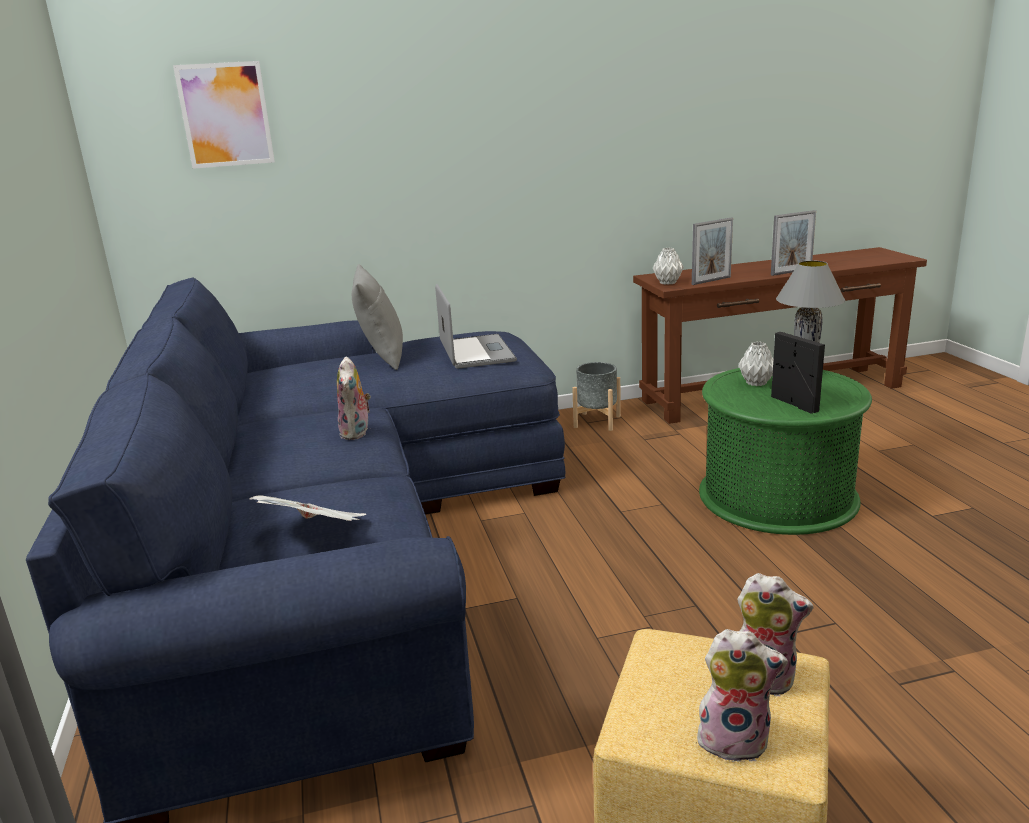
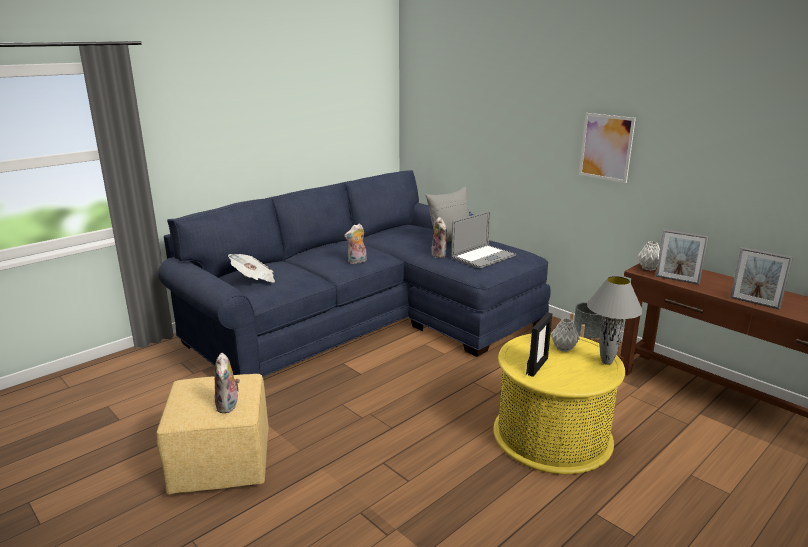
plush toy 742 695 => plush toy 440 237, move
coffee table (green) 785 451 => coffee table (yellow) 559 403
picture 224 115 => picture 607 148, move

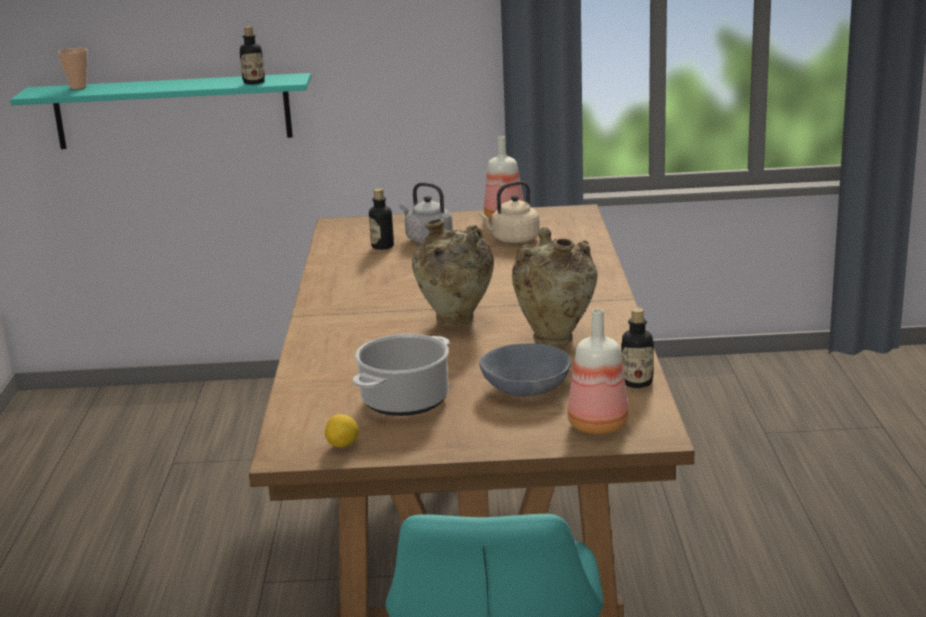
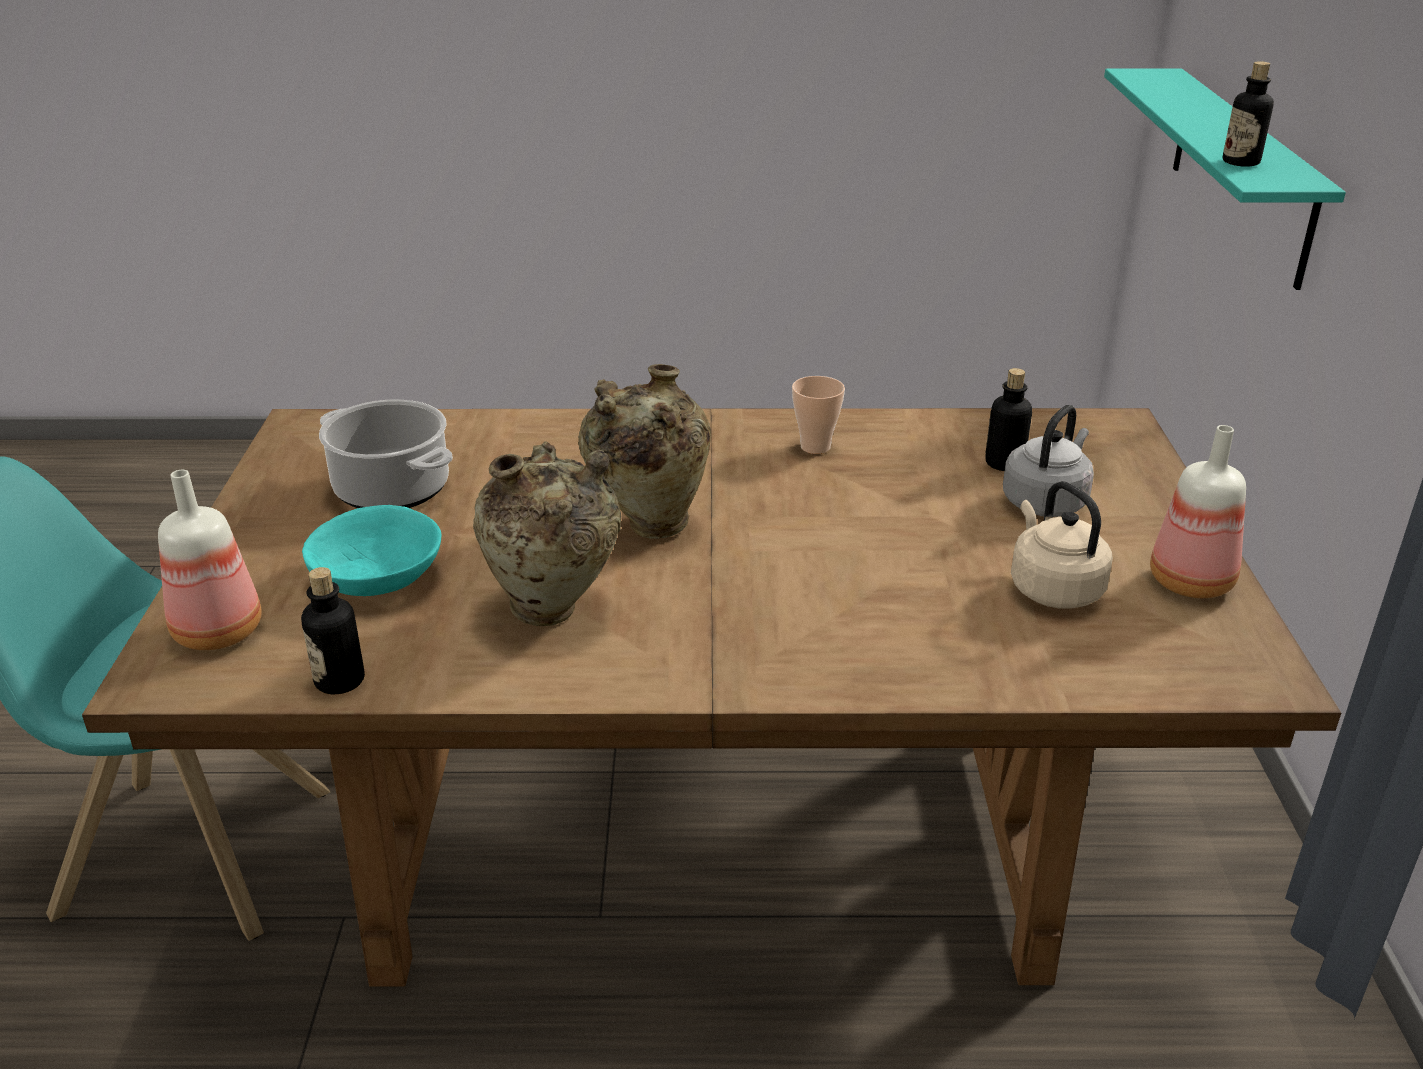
bowl (grey) 525 370 => bowl (turquoise) 371 550
cup 73 68 => cup 818 415, move
lemon 342 431 => nothing

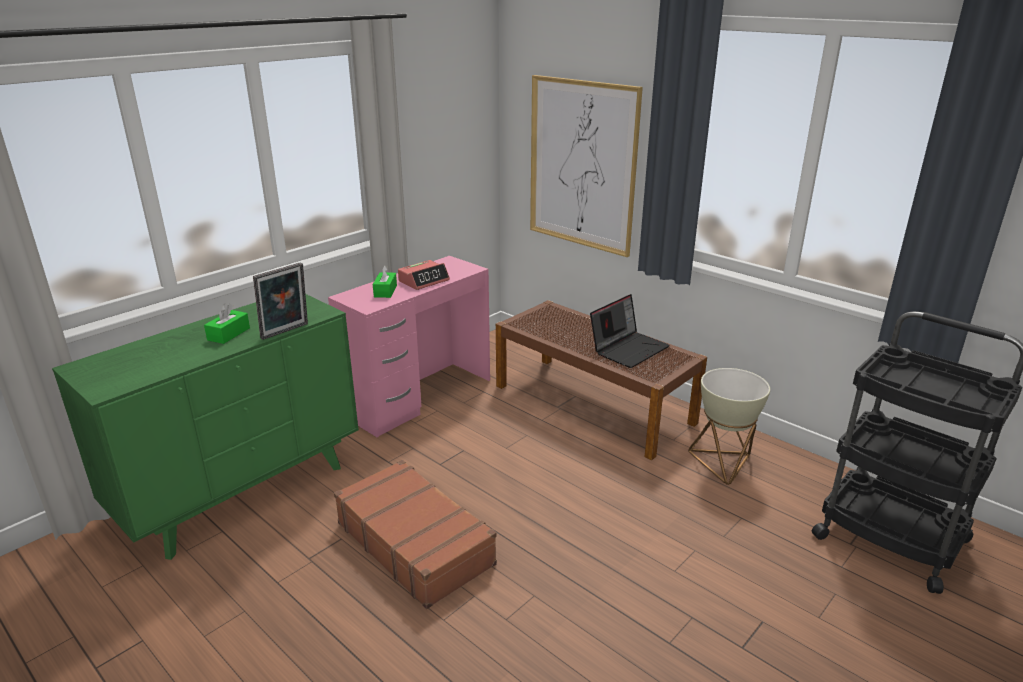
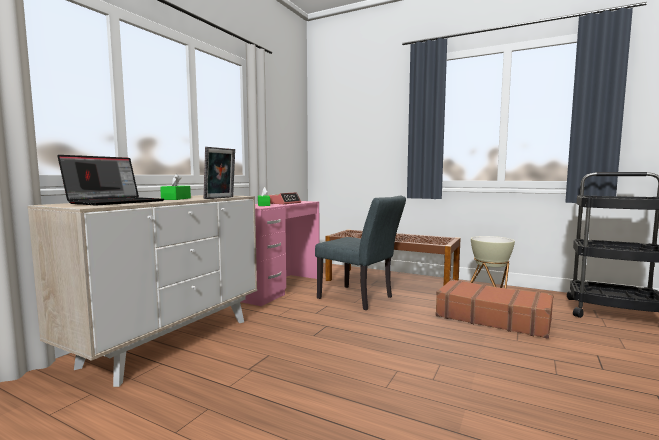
dresser (green) 205 427 => dresser (white) 142 291
laptop 630 331 => laptop 110 180, move
nothing => chair (grey) 360 253
suitcase (brown) 415 534 => suitcase (brown) 494 309, move
picture 586 166 => nothing

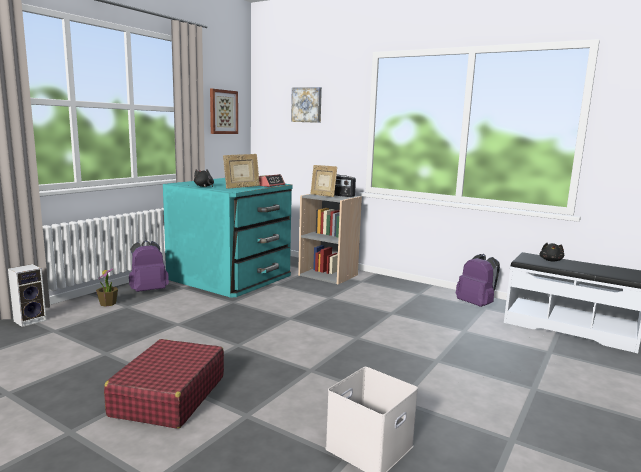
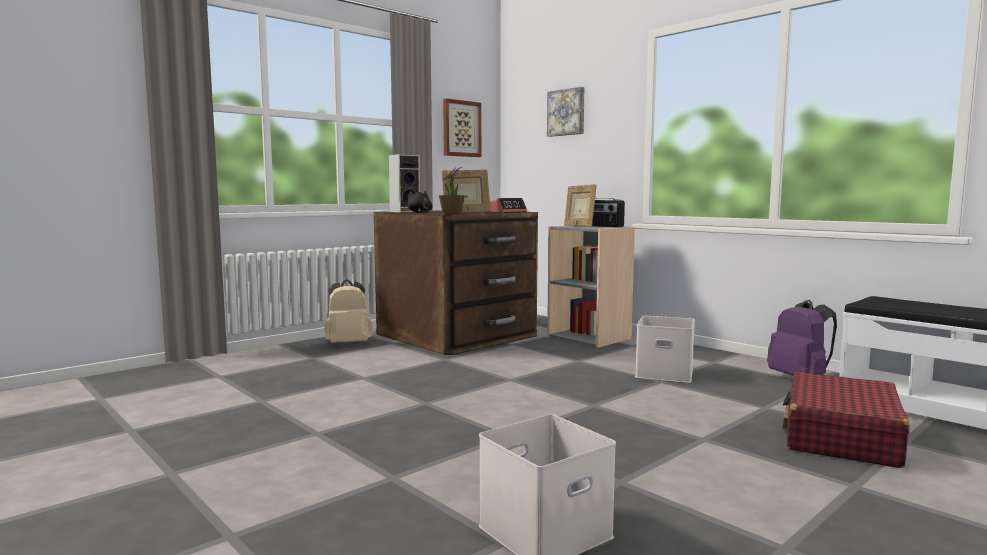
backpack (purple) 149 266 => backpack (beige) 348 311
dresser (turquoise) 228 238 => dresser (brown) 456 282
speaker 27 295 => speaker 404 183, move
potted plant 107 287 => potted plant 452 190, move
nothing => storage box (white) 665 349
suitcase (red) 164 384 => suitcase (red) 845 420, move
plush toy (black) 552 251 => nothing

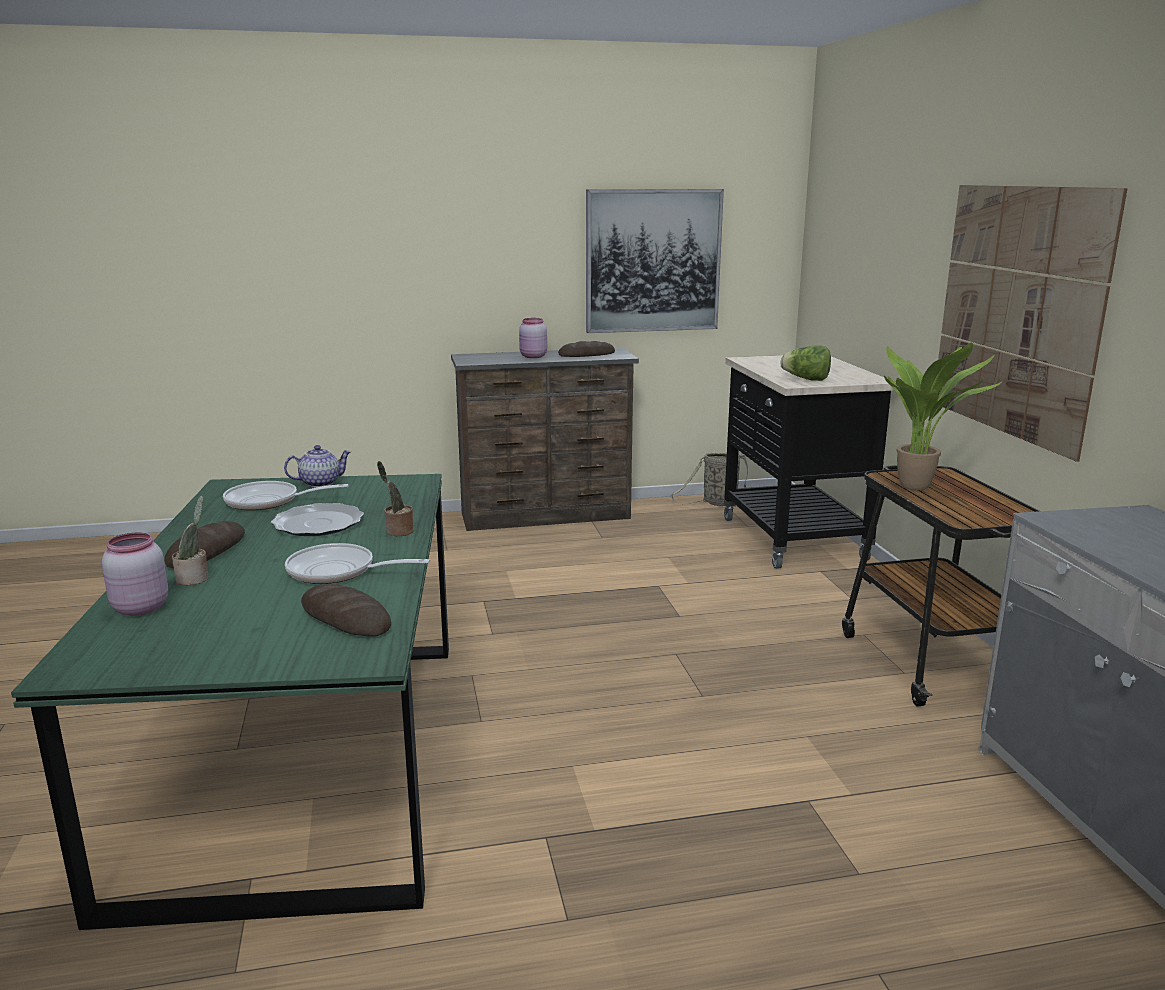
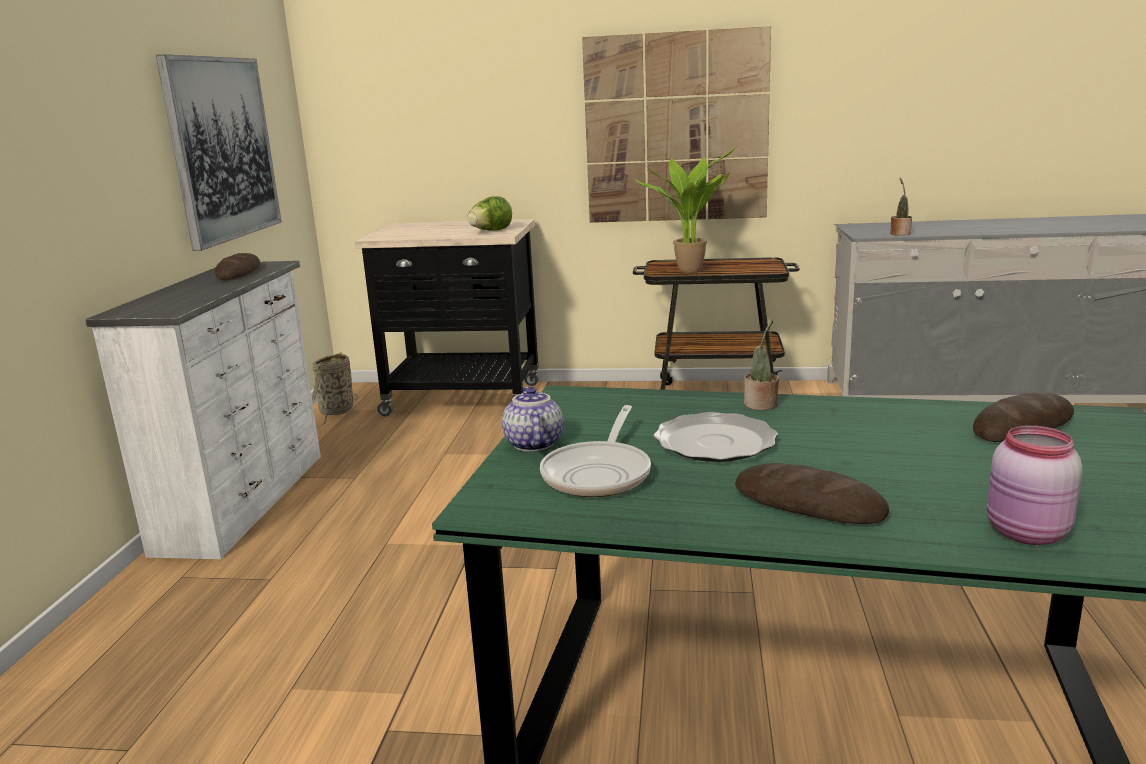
dresser (brown) 545 439 => dresser (white) 203 410
potted plant 190 540 => potted plant 901 207, move
frying pan 358 563 => nothing
jar (pink) 533 338 => nothing

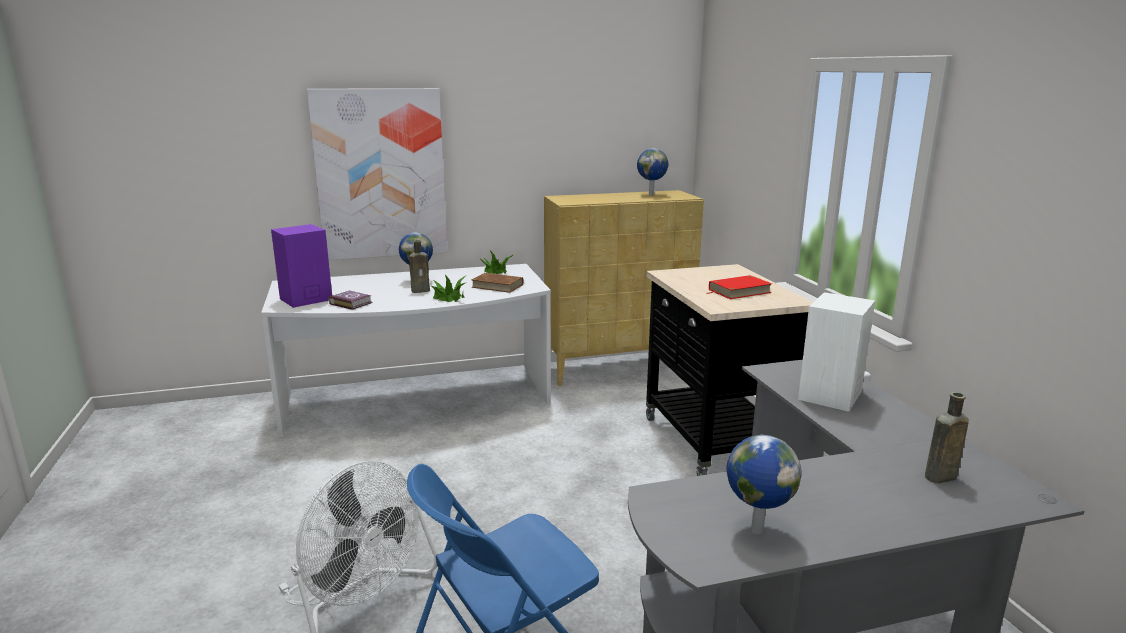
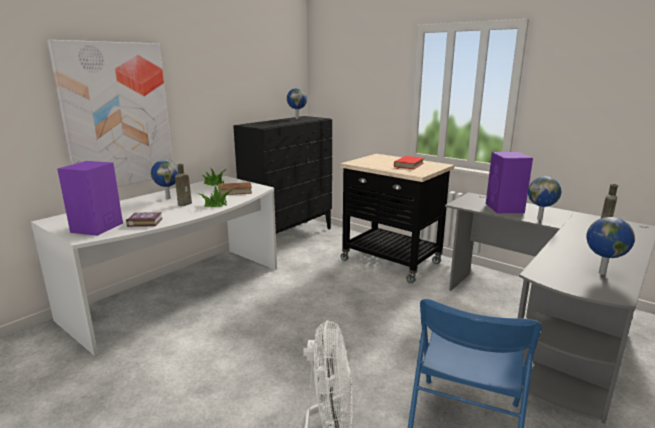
dresser (beige) 624 288 => dresser (black) 282 175
speaker (white) 836 352 => speaker (purple) 509 182
nothing => globe 544 198

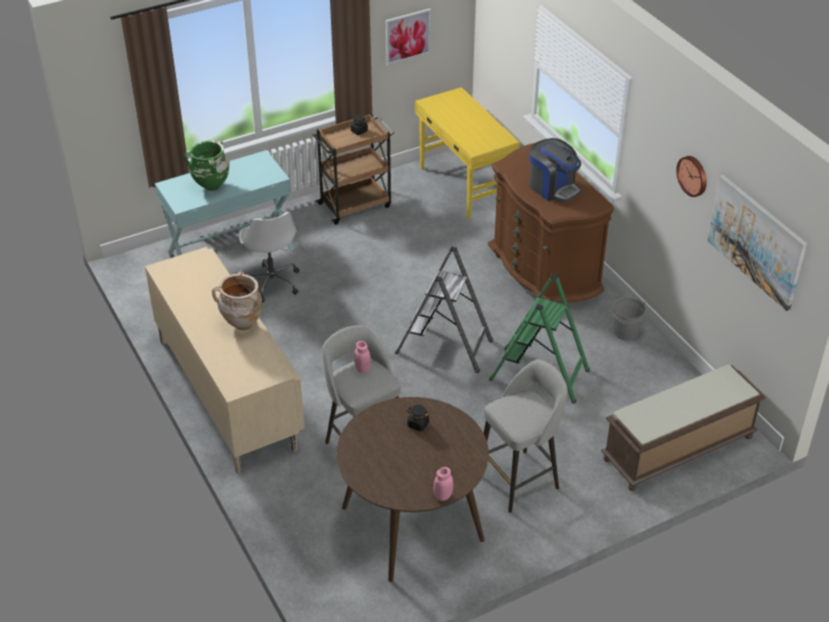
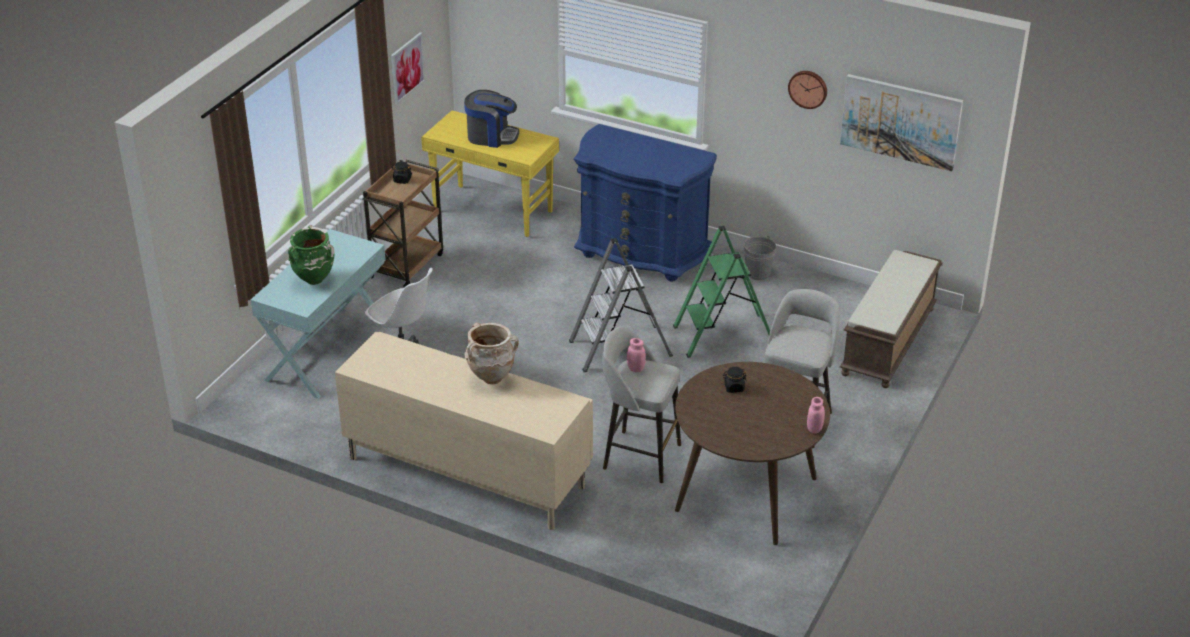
coffee machine 555 170 => coffee machine 491 119, move
dresser (brown) 551 223 => dresser (blue) 645 202

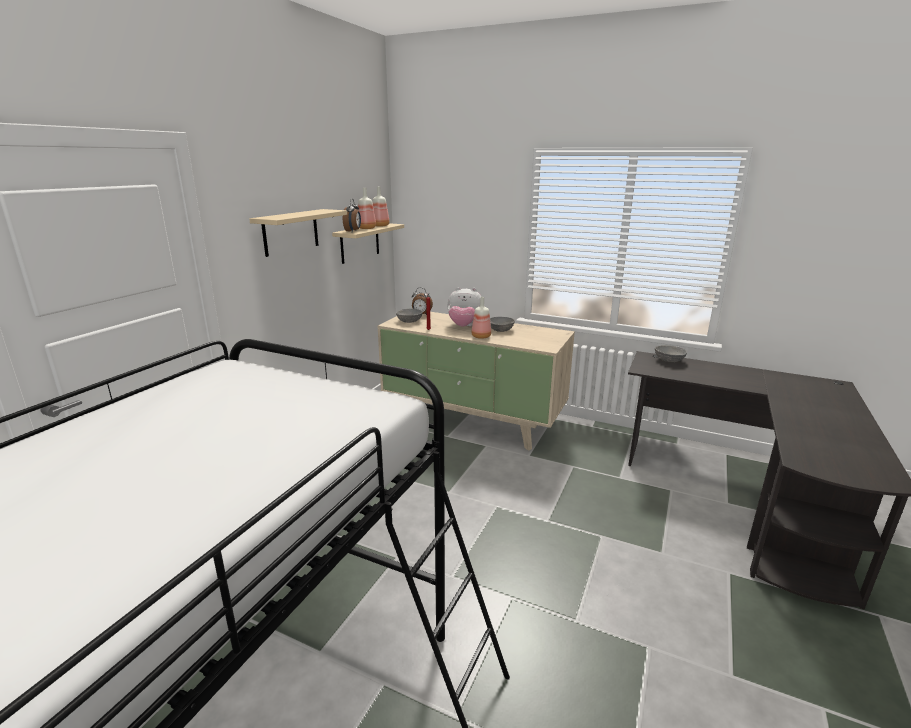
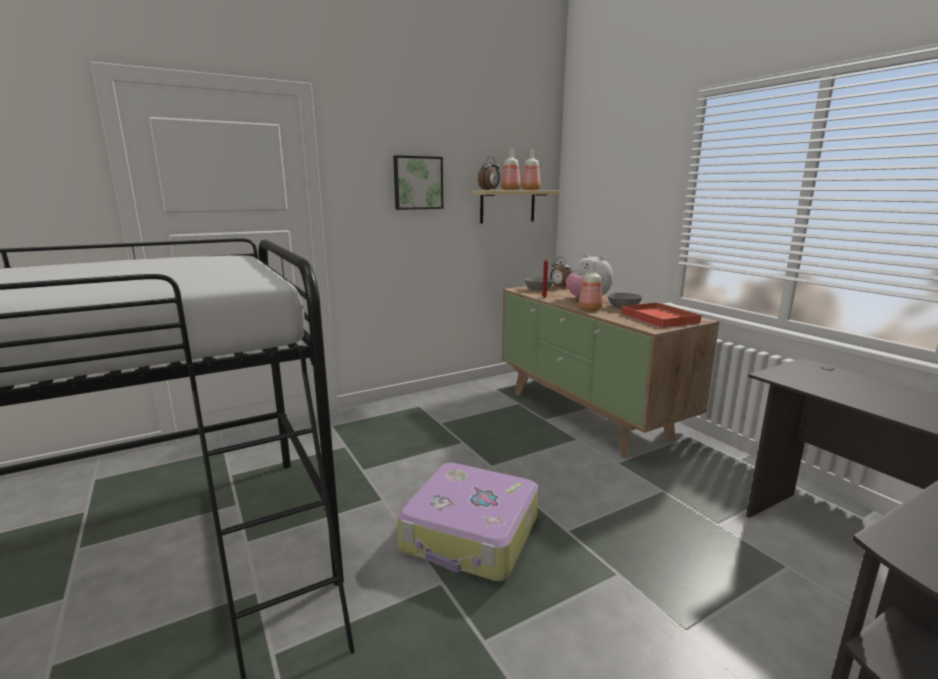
shelf (beige) 298 233 => picture 418 182
nothing => suitcase 468 521
dresser (beige) 476 381 => dresser (green) 611 371
nothing => tray (red) 662 315
bowl (grey) 671 353 => nothing

